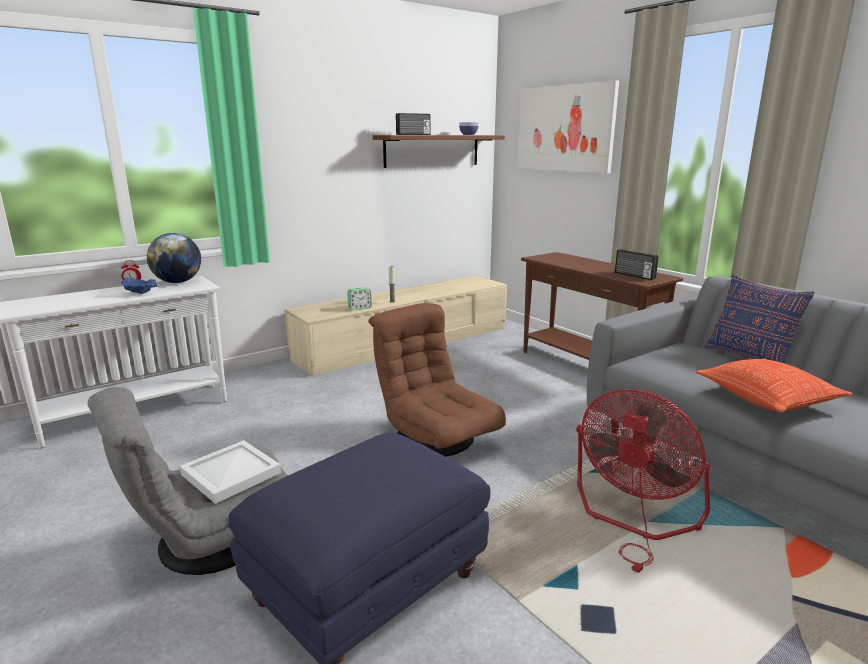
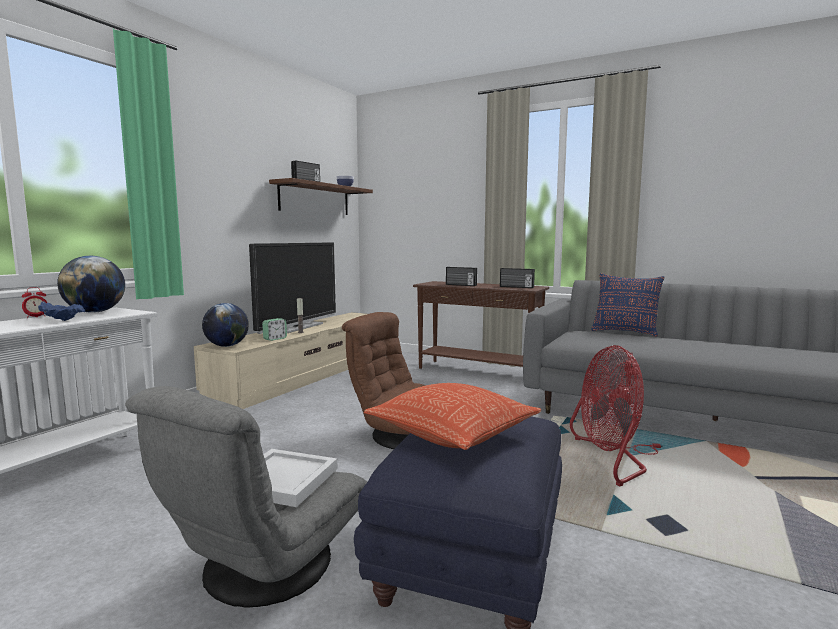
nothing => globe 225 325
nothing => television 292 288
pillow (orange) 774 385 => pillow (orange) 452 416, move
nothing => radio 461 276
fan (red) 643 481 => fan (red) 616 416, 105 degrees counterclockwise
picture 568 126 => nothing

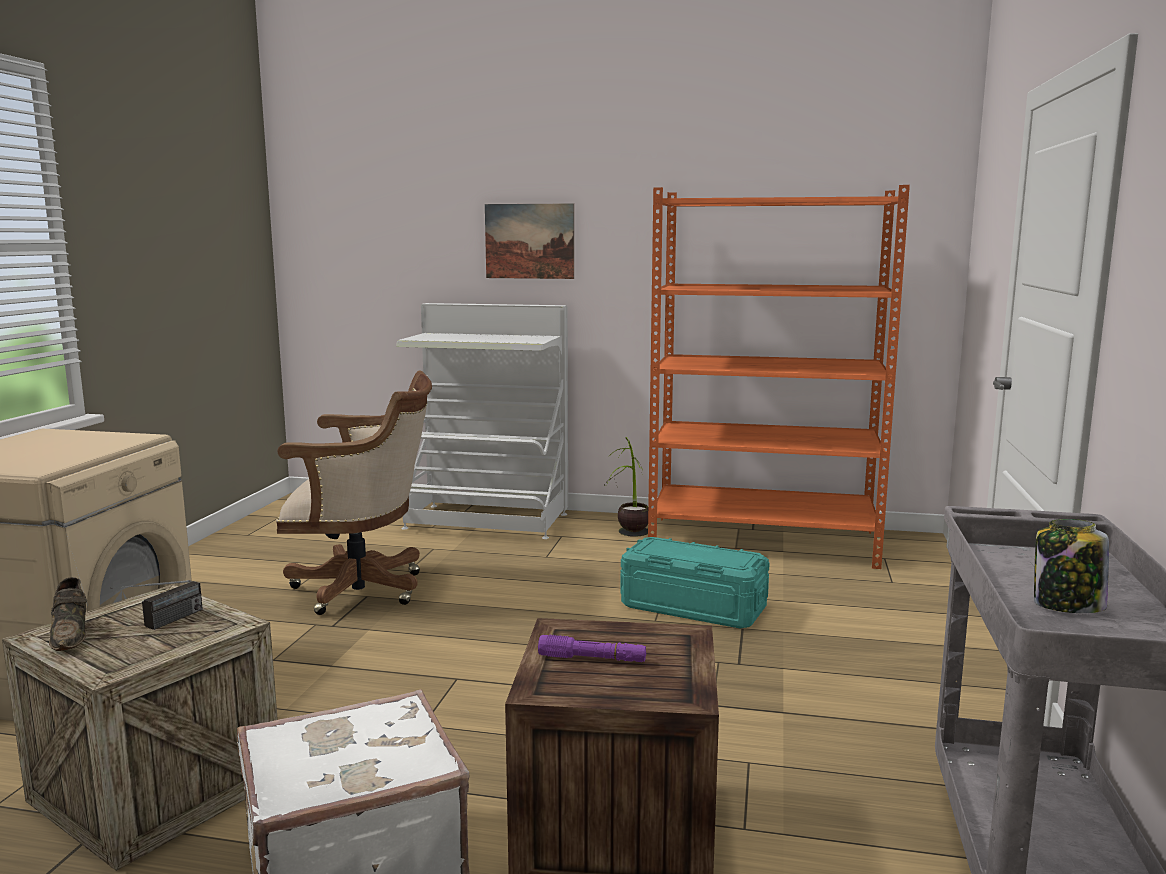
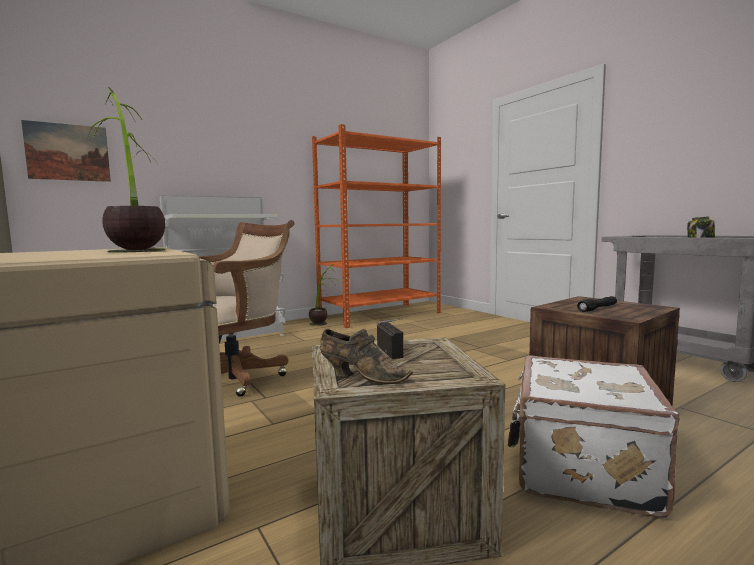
picture 529 241 => picture 66 151, move
nothing => potted plant 126 170
flashlight (purple) 592 648 => flashlight (black) 597 304
storage box (turquoise) 695 582 => nothing

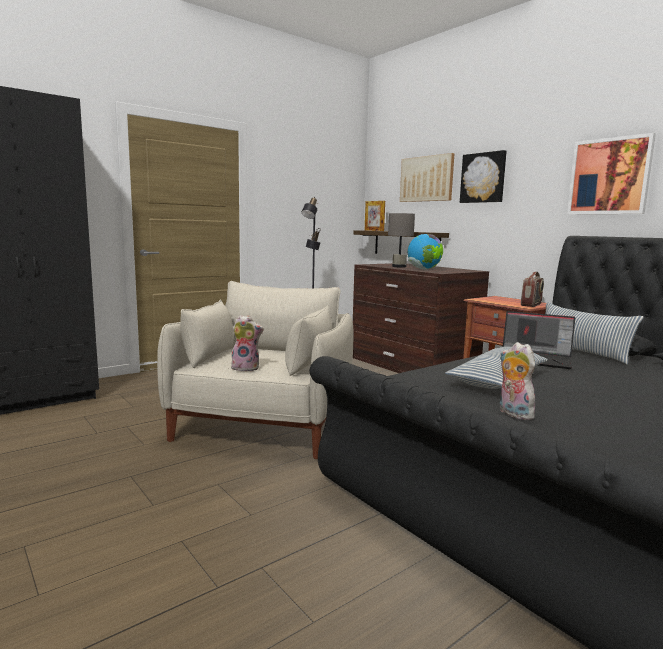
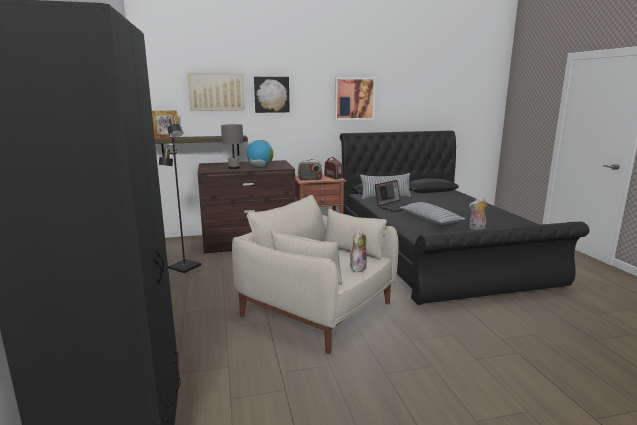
nothing => radio 310 170

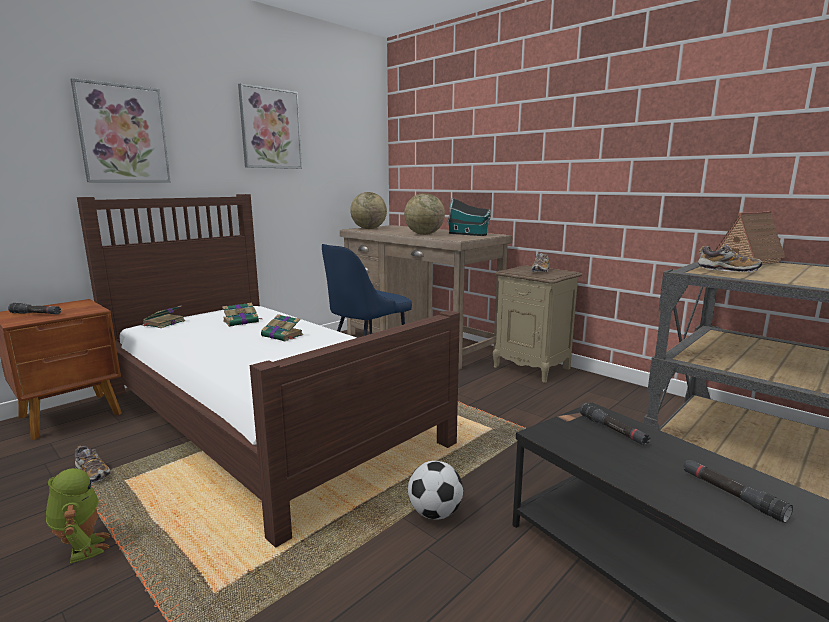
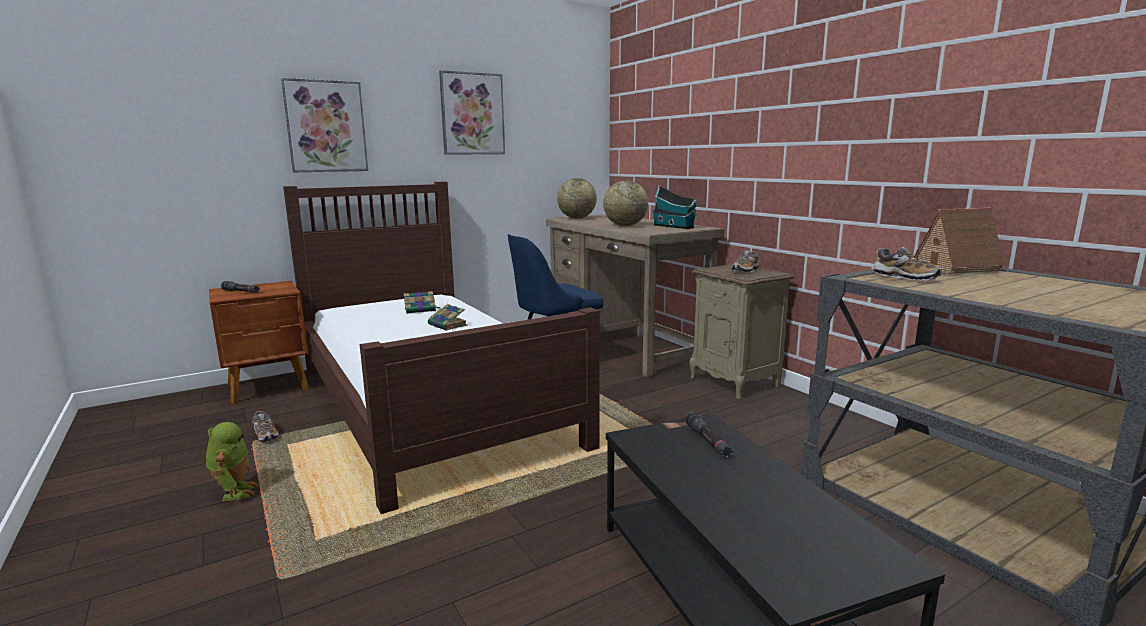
book 163 316 => nothing
football 435 490 => nothing
flashlight (black) 738 491 => nothing

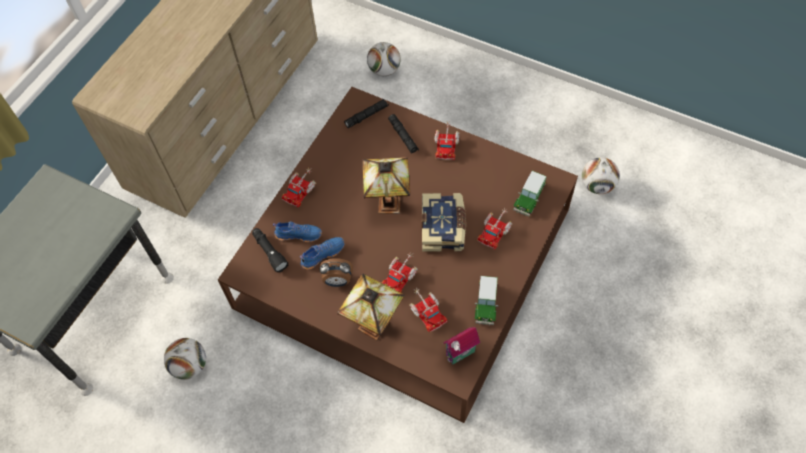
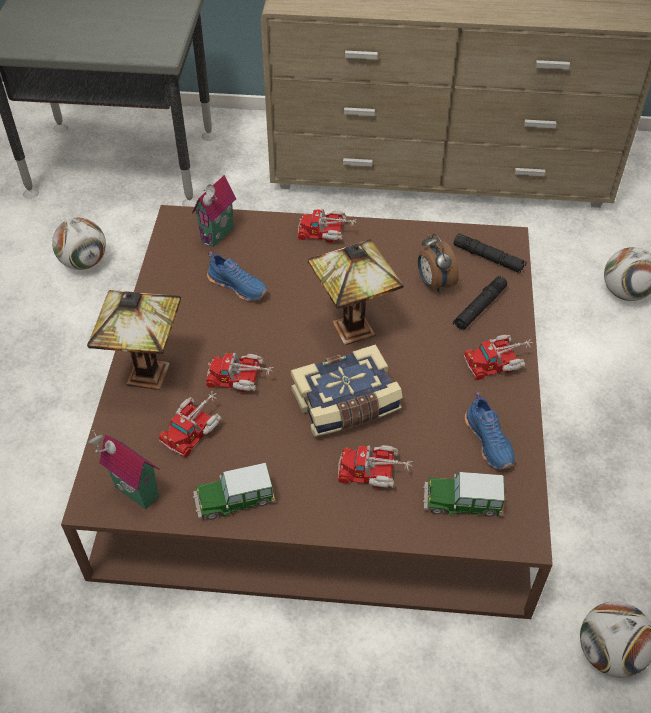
flashlight (black) 270 250 => toy house 214 211
alarm clock 336 272 => alarm clock 438 263, move
shoe (blue) 297 232 => shoe (blue) 490 431, move

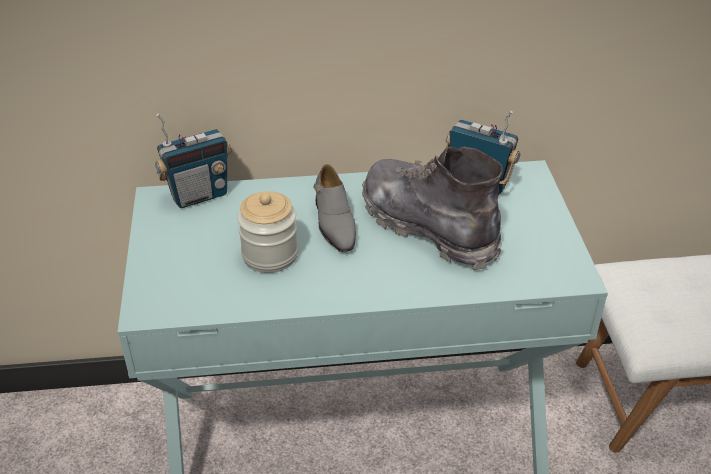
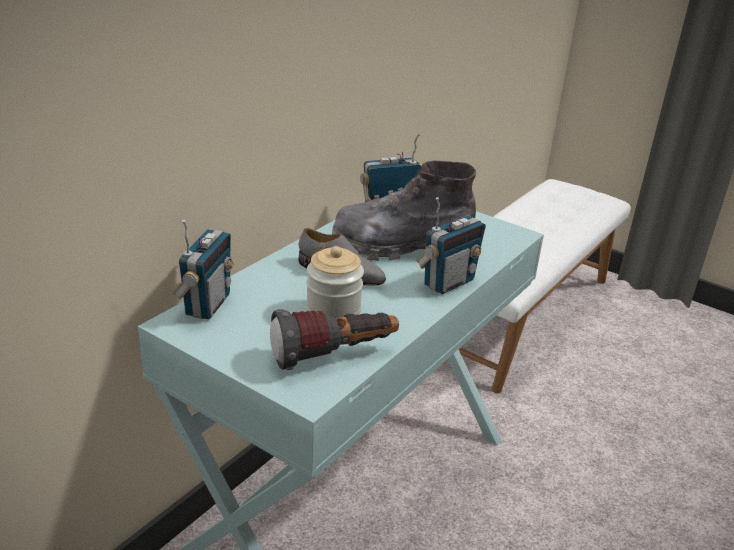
nothing => flashlight 334 339
nothing => radio 451 245

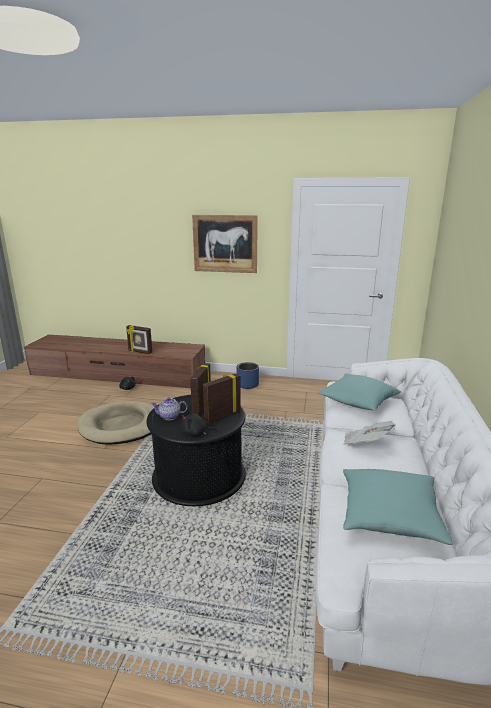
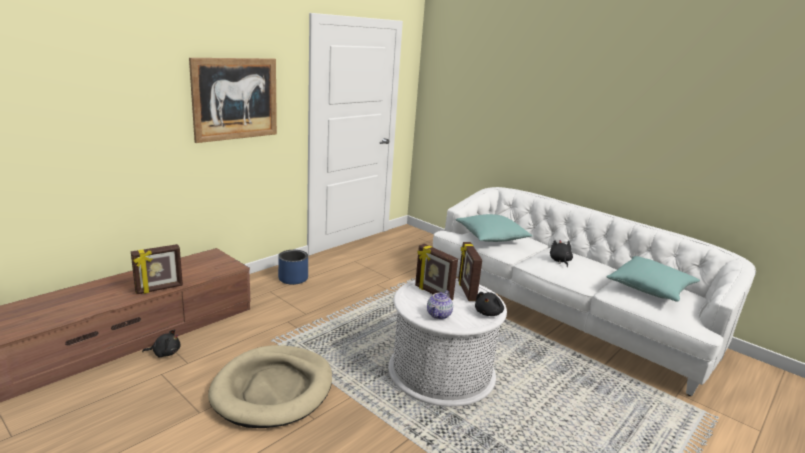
coffee table (black) 196 450 => coffee table (white) 447 342
newspaper 369 433 => plush toy (black) 561 253

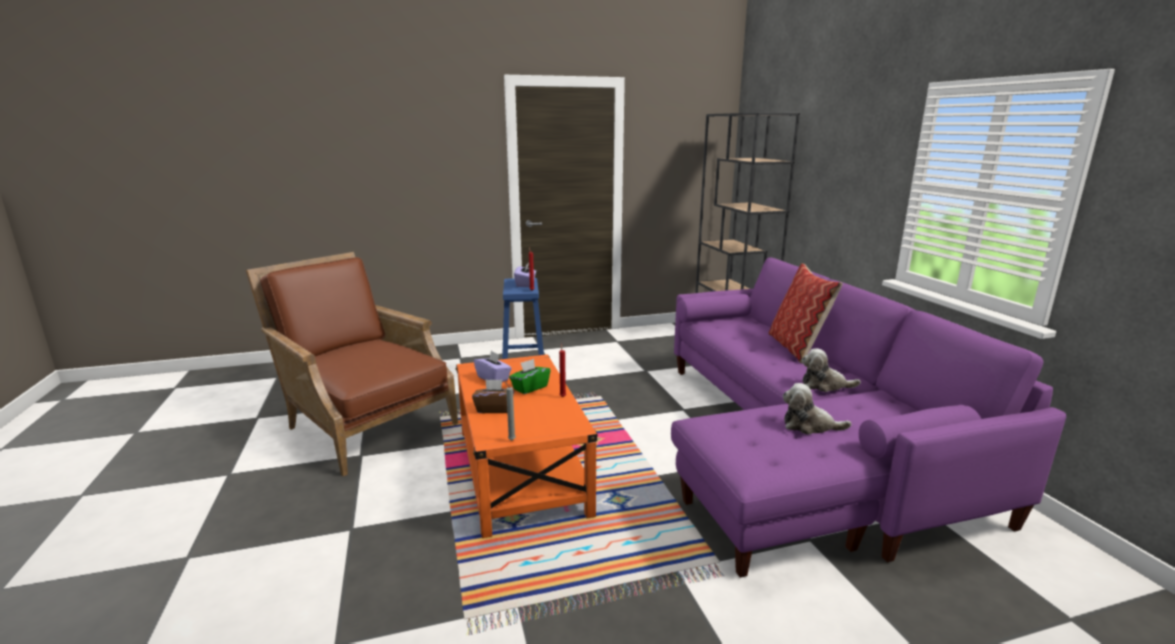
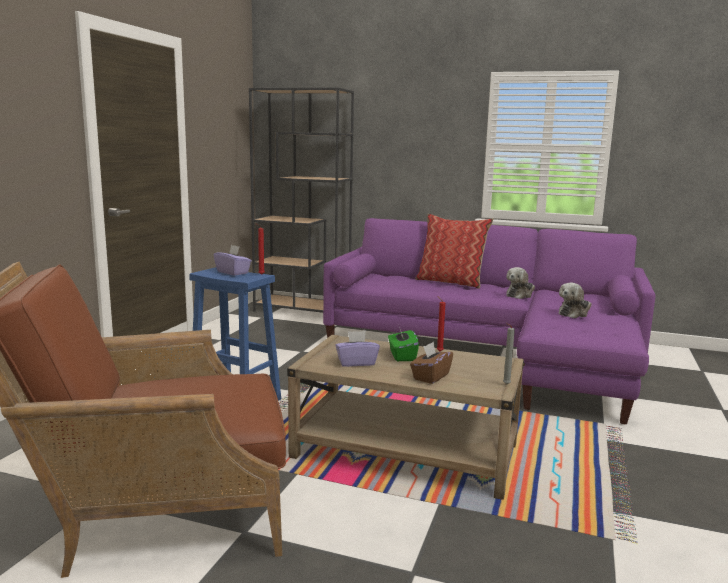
coffee table (orange) 527 446 => coffee table (beige) 406 417

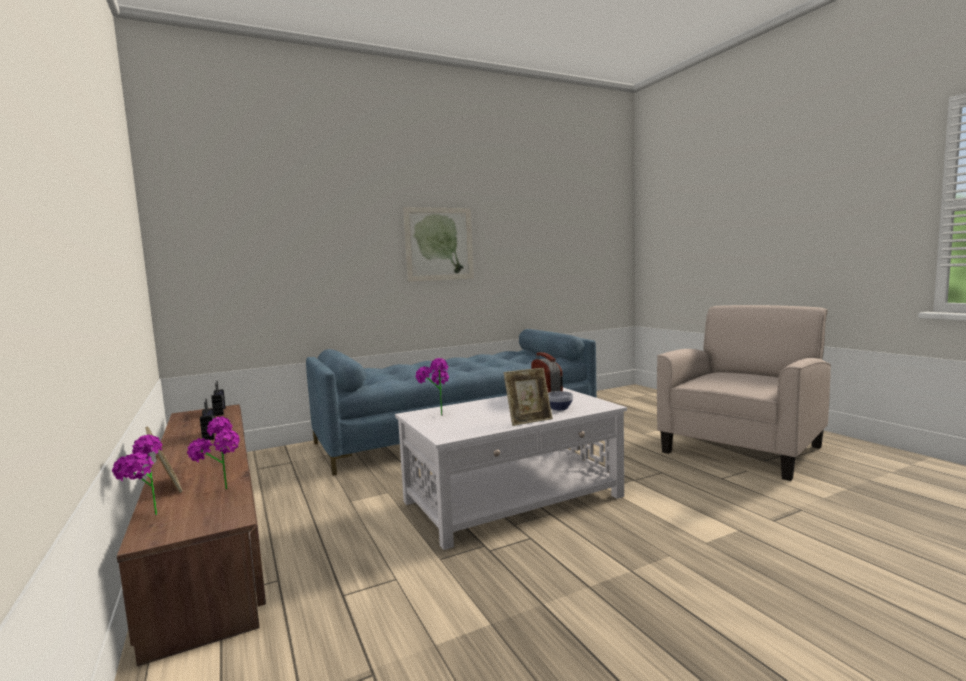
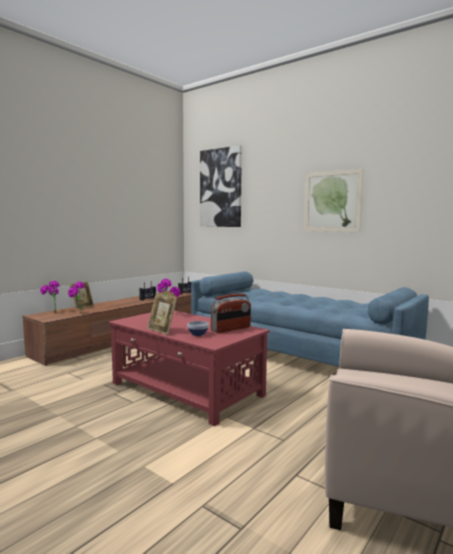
coffee table (white) 511 469 => coffee table (red) 189 368
nothing => picture 221 186

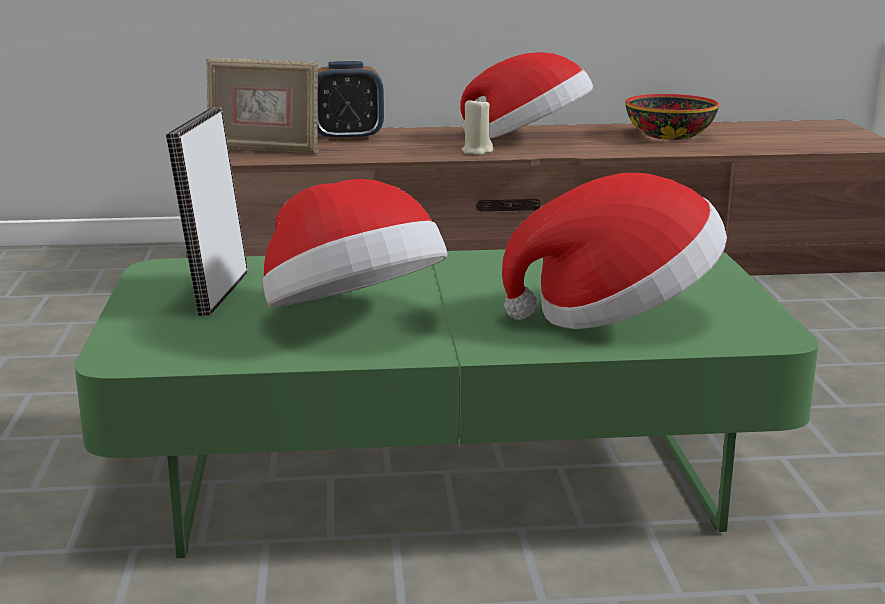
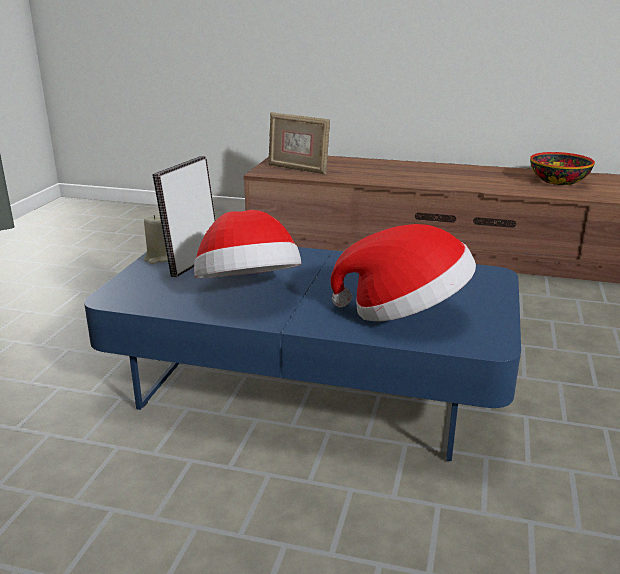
coffee table (green) 447 403 => coffee table (blue) 302 354
candle (beige) 478 126 => candle (beige) 156 239, move
alarm clock 350 101 => nothing
hat 526 95 => nothing

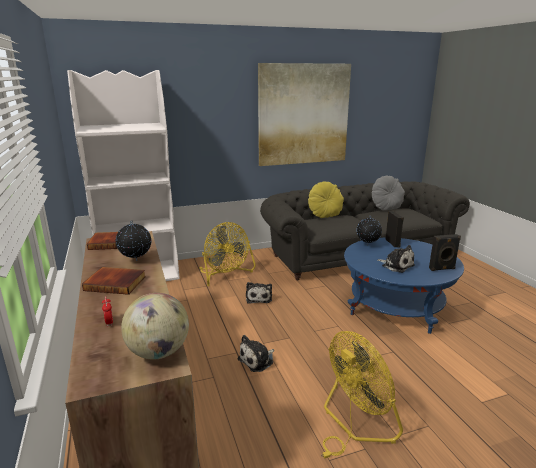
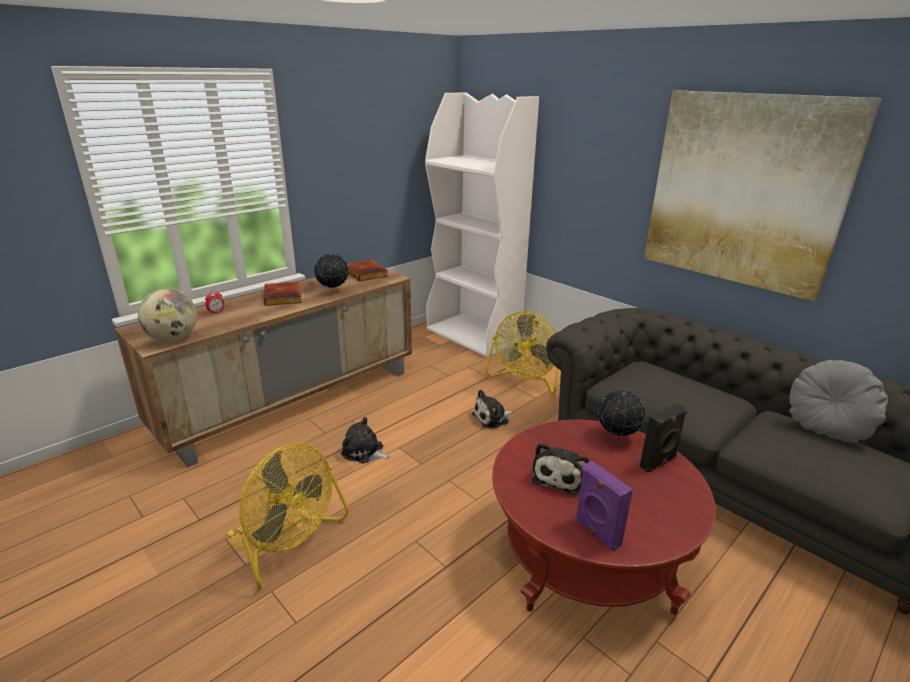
coffee table (blue) 404 286 => coffee table (red) 604 517
speaker (black) 445 252 => speaker (purple) 604 506
pillow (yellow) 326 199 => nothing

